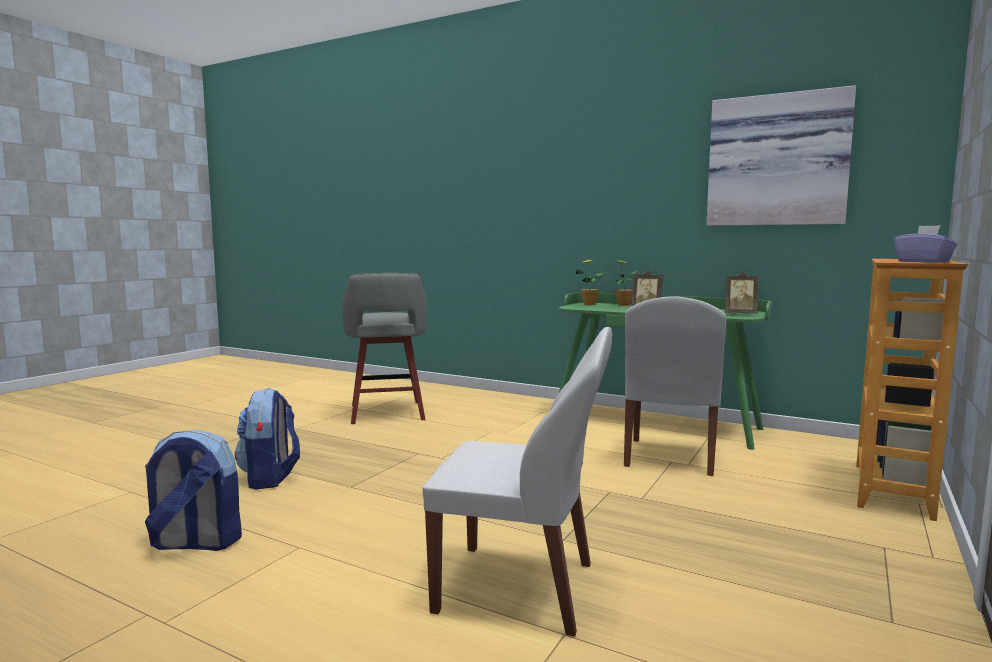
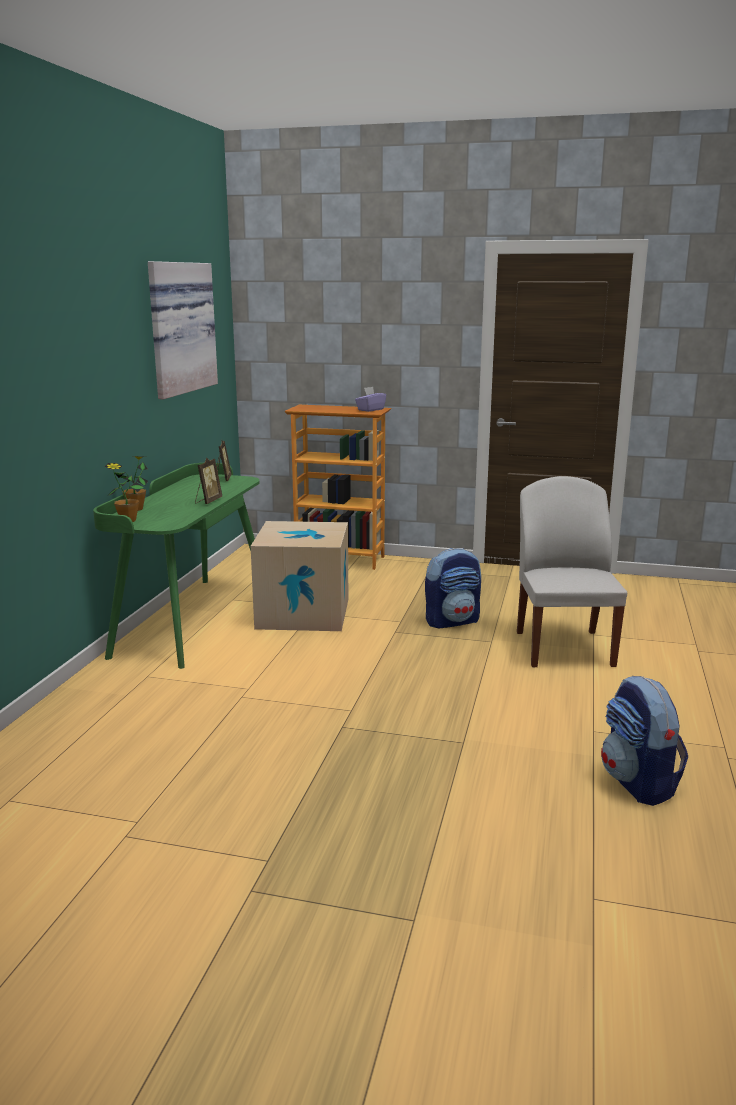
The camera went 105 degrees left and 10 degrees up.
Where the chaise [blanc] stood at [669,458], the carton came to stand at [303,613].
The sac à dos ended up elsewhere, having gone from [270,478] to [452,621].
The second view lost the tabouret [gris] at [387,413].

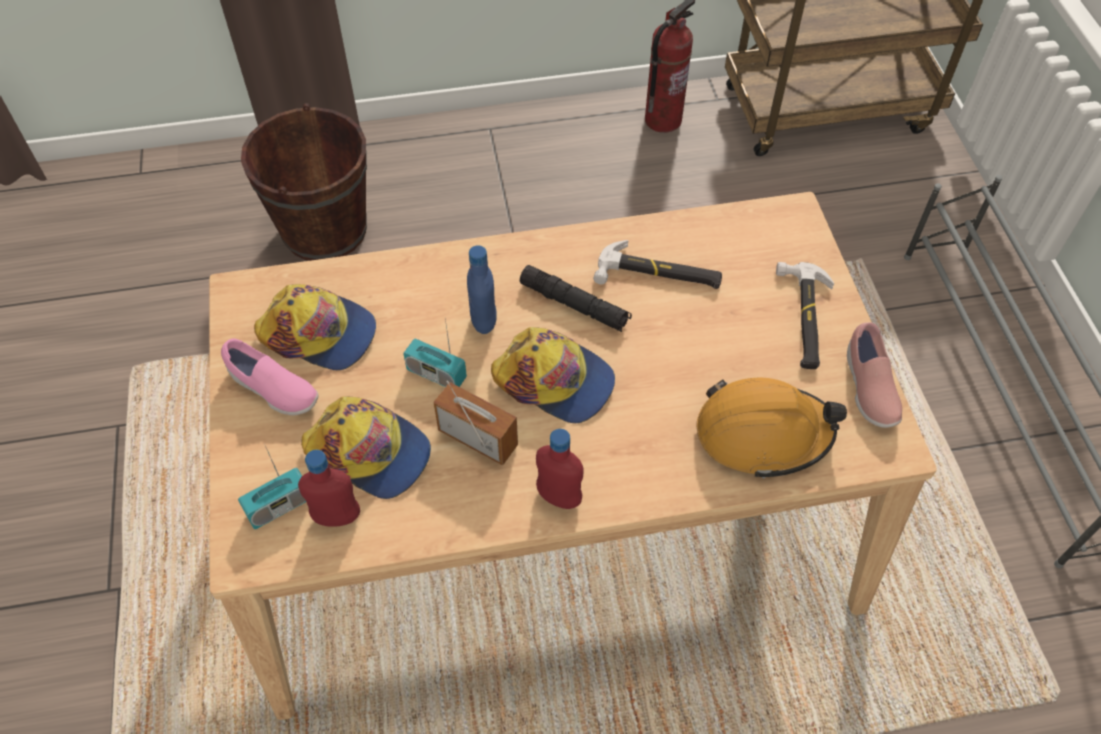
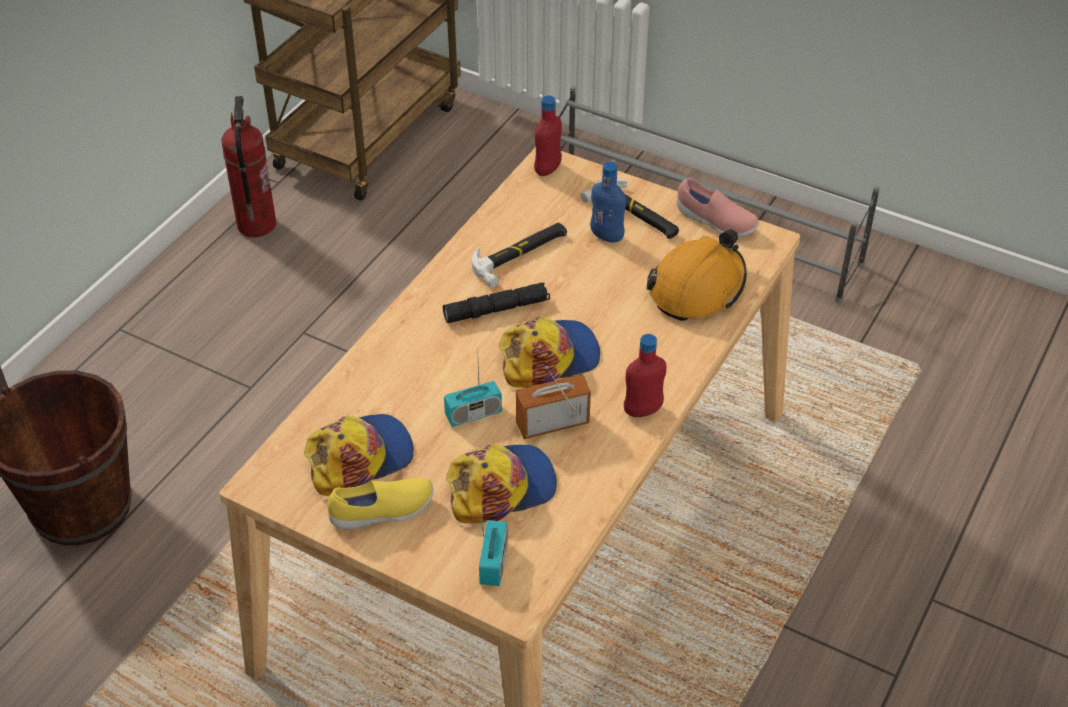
The camera went 50 degrees left and 10 degrees down.
What was the chaussure [rose] at [273,390] turned into the chaussure [jaune] at [383,512].
The bouteille [rouge] ended up elsewhere, having gone from [337,517] to [548,169].
The bouteille [bleu] ended up elsewhere, having gone from [484,321] to [607,236].

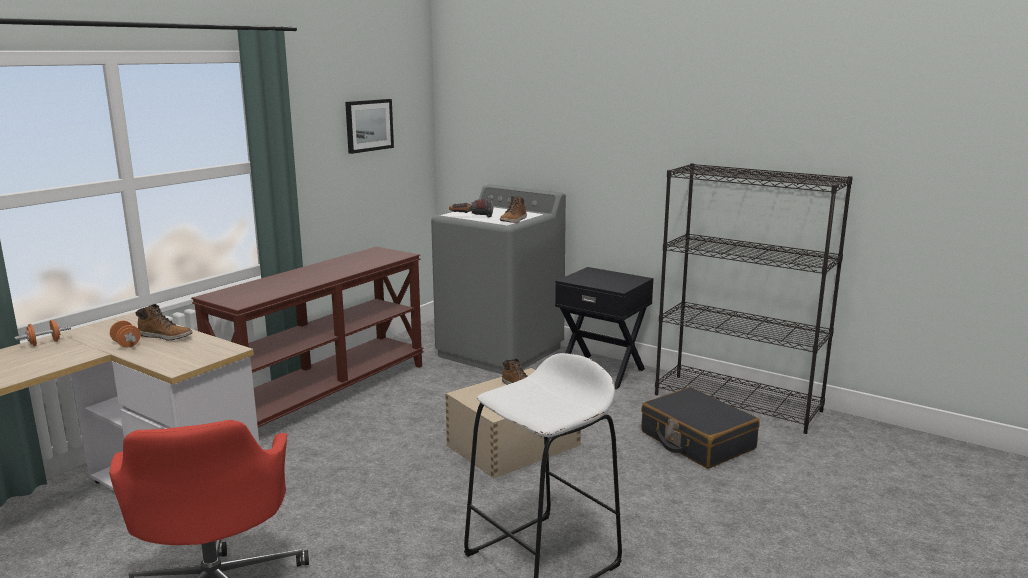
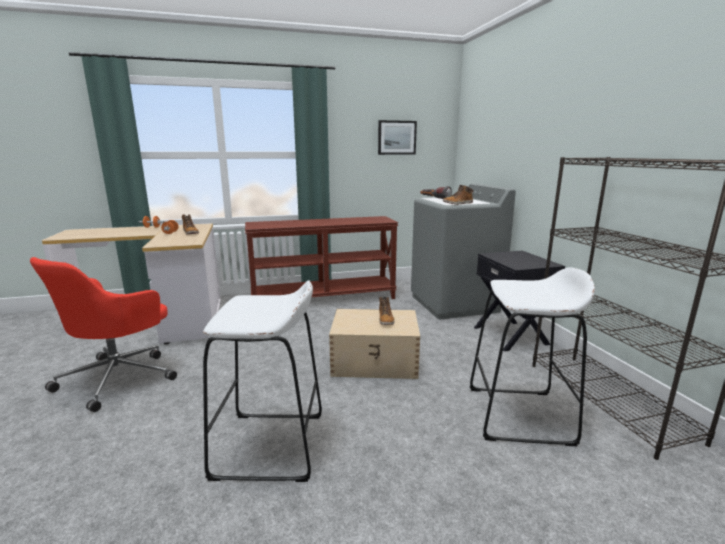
The camera went 40 degrees right and 0 degrees up.
Where the valise [noir] stood at [696,441], the tabouret [blanc] came to stand at [519,415].

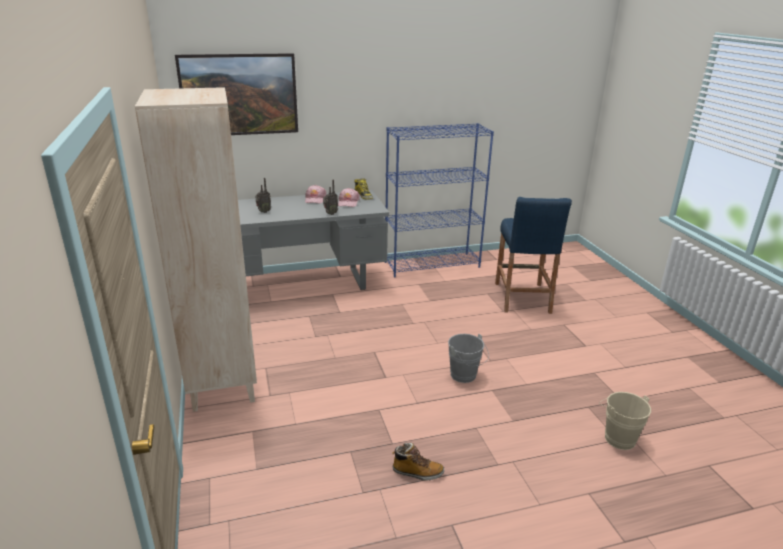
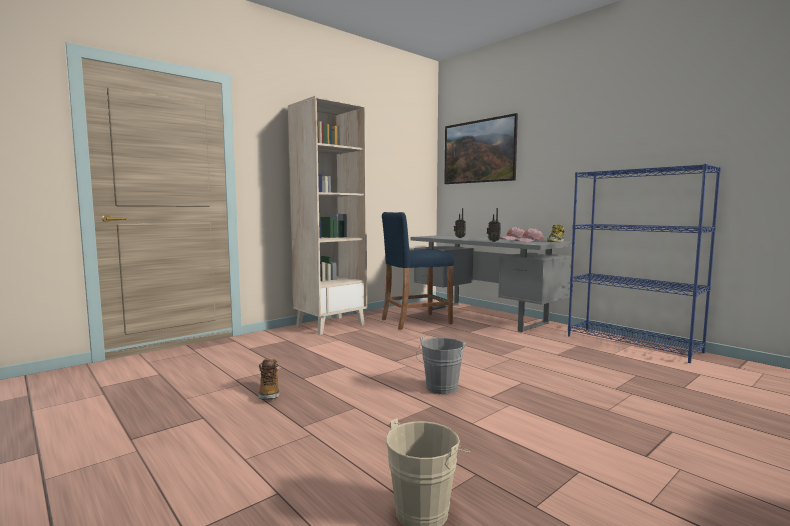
The camera went 65 degrees right and 20 degrees down.
The tabouret [bleu] ended up elsewhere, having gone from [522,298] to [416,321].

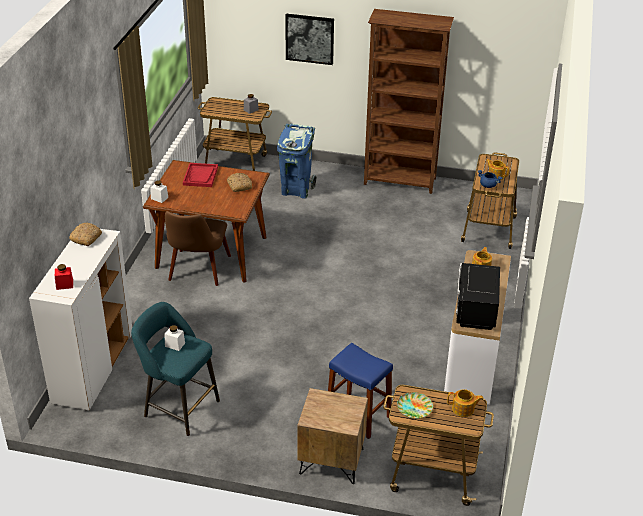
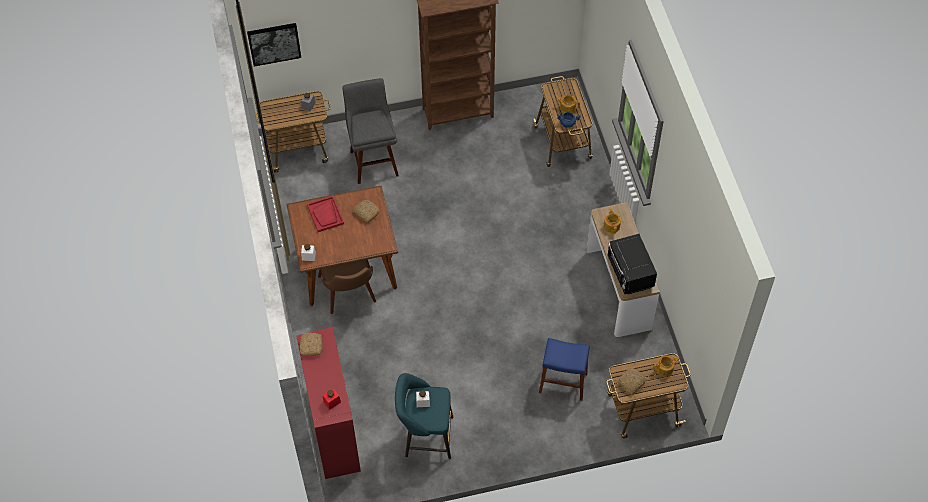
The camera went 25 degrees left and 20 degrees up.
The tableau ended up elsewhere, having gone from [309,38] to [274,43].
What was the meuble de rangement [blanc] at [93,368] turned into the meuble de rangement [rouge] at [333,430].
Where the poubelle [bleu] stood at [296,190], the tabouret [gris] came to stand at [373,161].
Where the assiette stood at [414,408], the pain came to stand at [631,383].
The second view lost the table de chevet [marron] at [331,462].

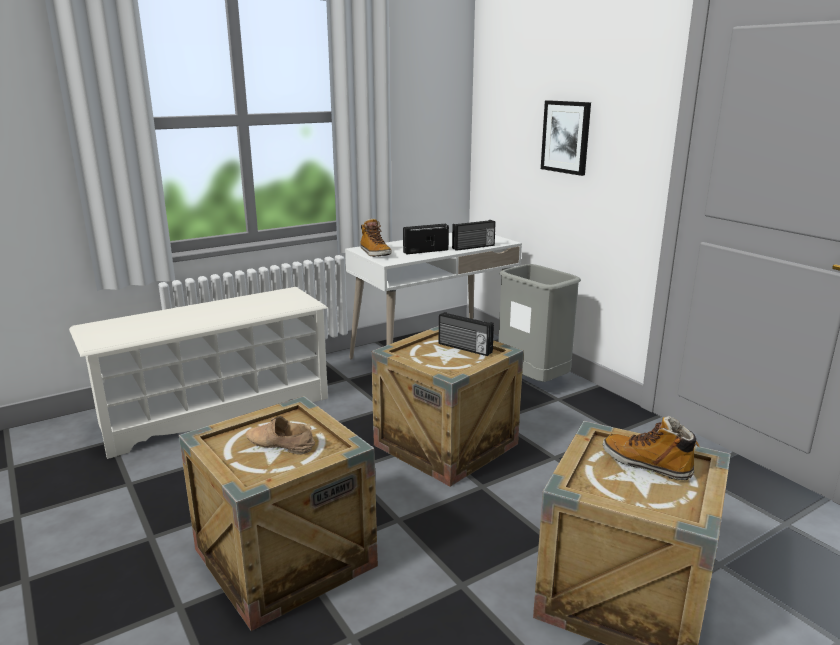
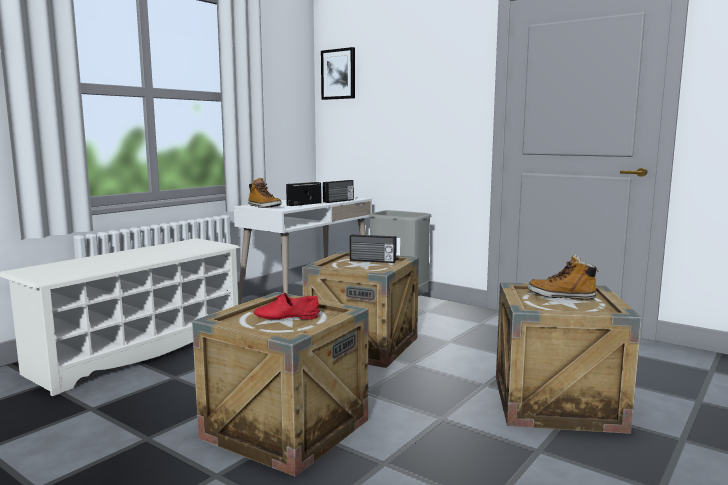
The camera went 20 degrees left and 10 degrees down.
What was the chaussure [beige] at [279,444] turned into the chaussure [rouge] at [286,317].
The tableau ended up elsewhere, having gone from [566,137] to [338,74].

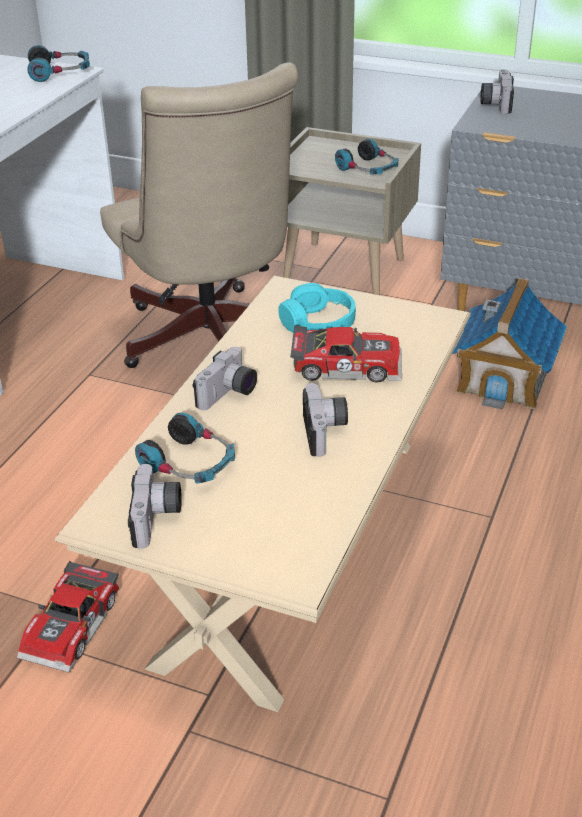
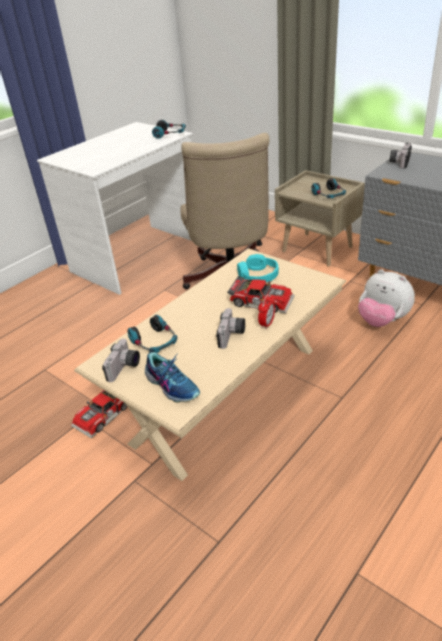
The camera went 20 degrees right and 0 degrees up.
The second view gained the chaussure at [172,385].
The second view gained the réveil at [267,324].
Where the maison miniature stood at [504,379], the peluche came to stand at [382,321].
The second view lost the appareil photo at [229,395].

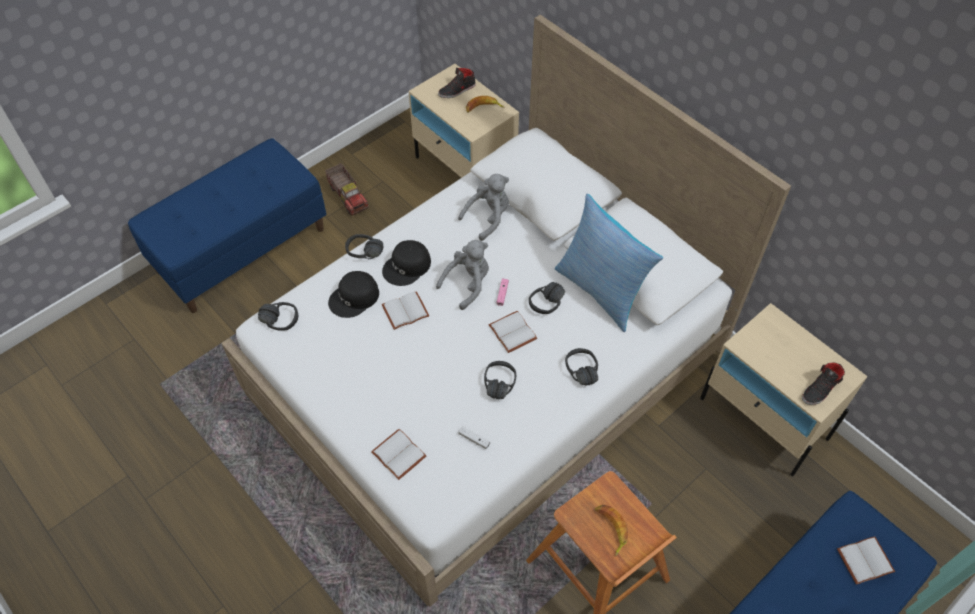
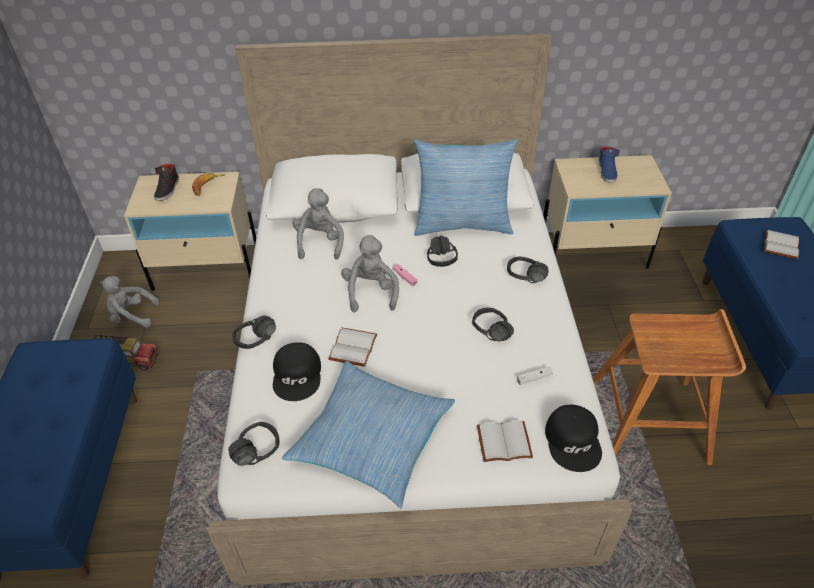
The camera went 50 degrees left and 10 degrees down.
The second view gained the peluche [gris] at [132,316].
The second view gained the coussin at [372,438].
The casquette [noir] ended up elsewhere, having gone from [407,267] to [574,441].
The second view gained the chaussure [bleu] at [607,171].
The second view lost the livre [blanc] at [511,332].
The second view lost the banane at [610,529].
The second view lost the chaussure [noir] at [820,389].

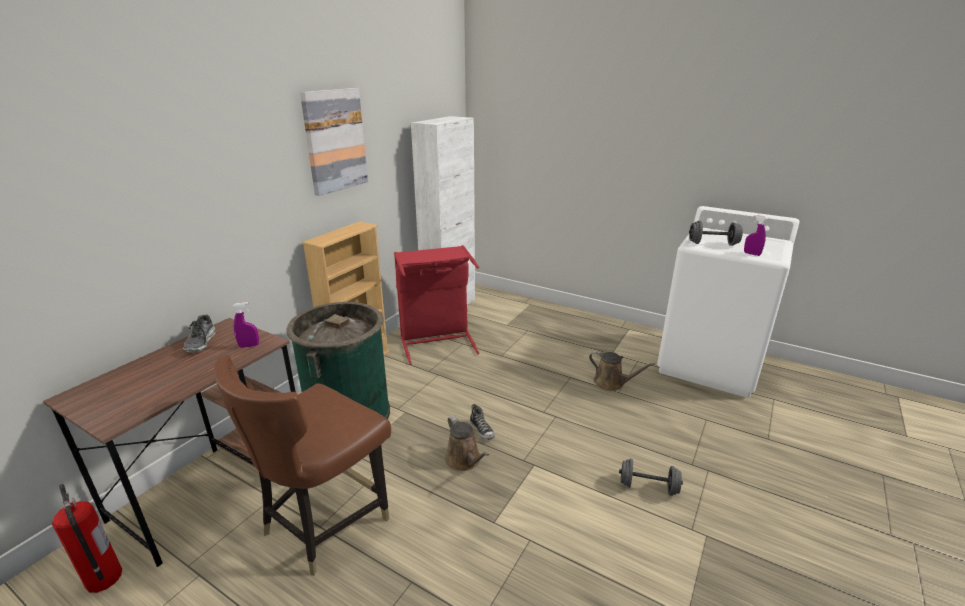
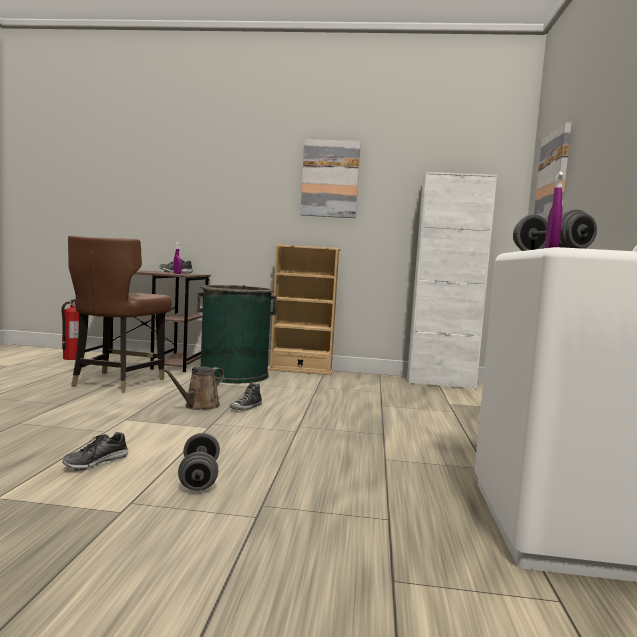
The camera went 65 degrees right and 20 degrees down.
The second view gained the chaussure at [96,463].
The chaise [marron] at [324,522] ended up facing another way, 90 degrees counterclockwise from before.
The second view gained the tableau at [553,178].
The second view lost the panier à linge [rouge] at [437,341].
The second view lost the arrosoir [marron] at [611,383].

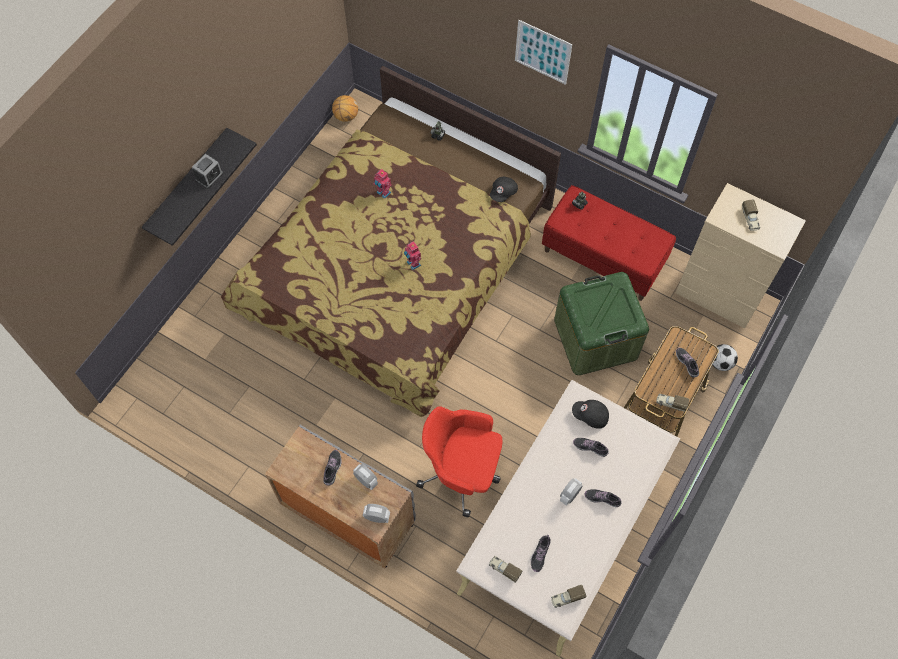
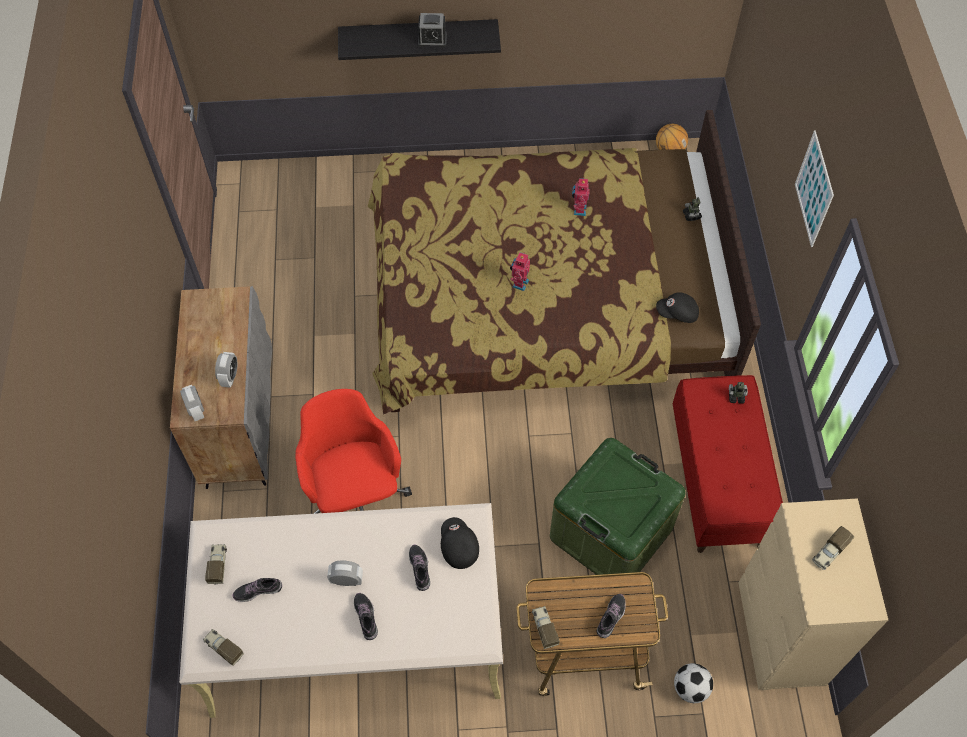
The camera went 55 degrees right and 5 degrees down.
The second view lost the chaussure at [332,468].

